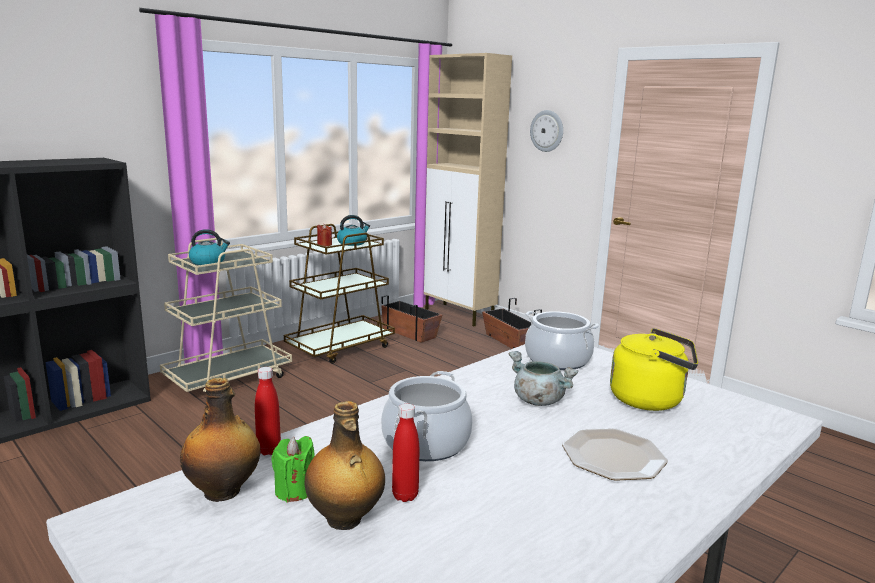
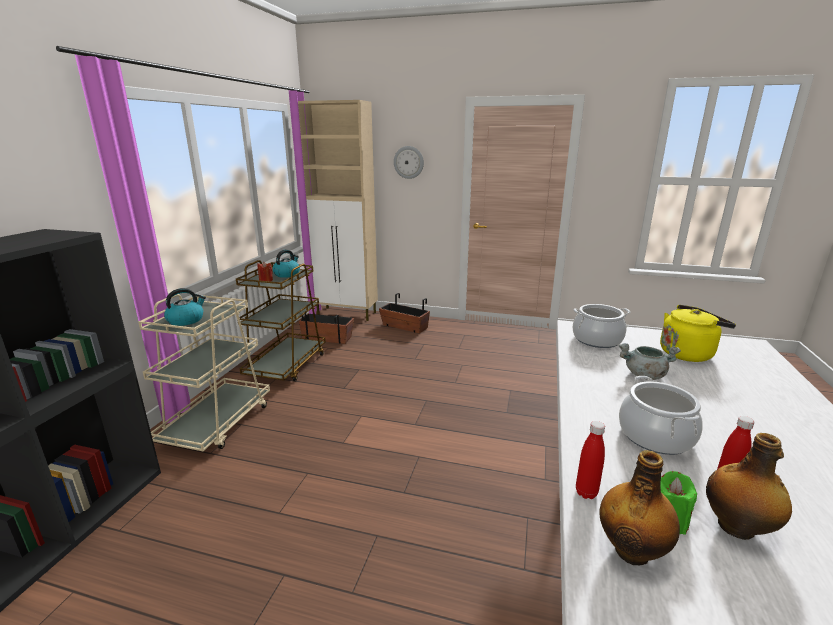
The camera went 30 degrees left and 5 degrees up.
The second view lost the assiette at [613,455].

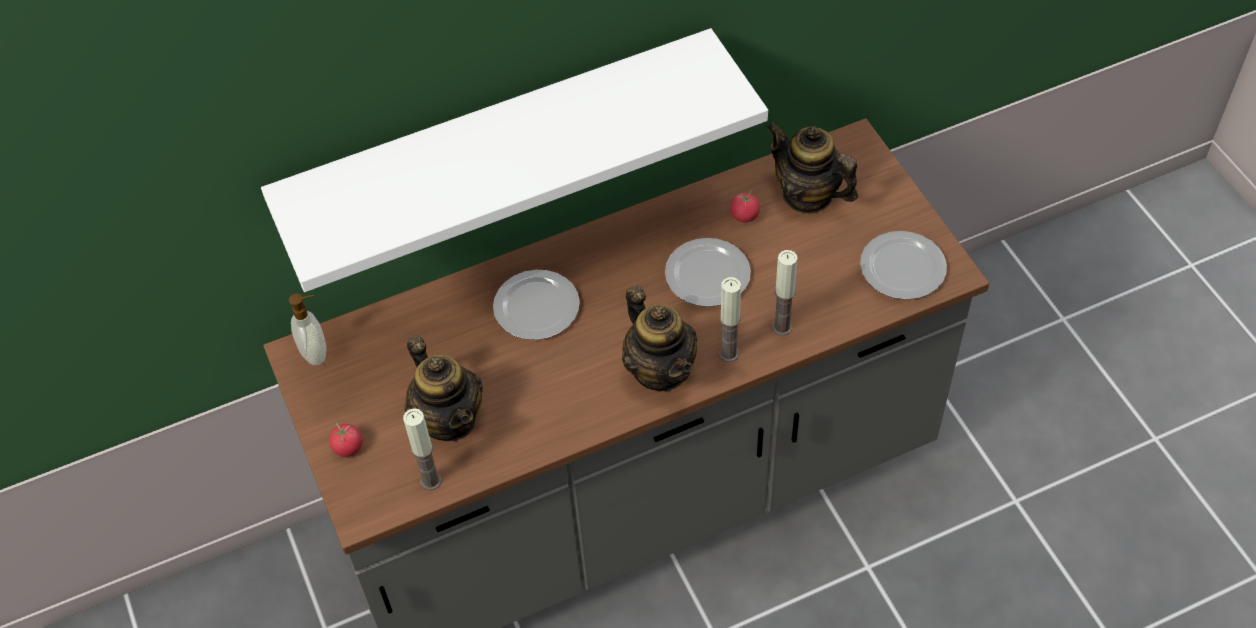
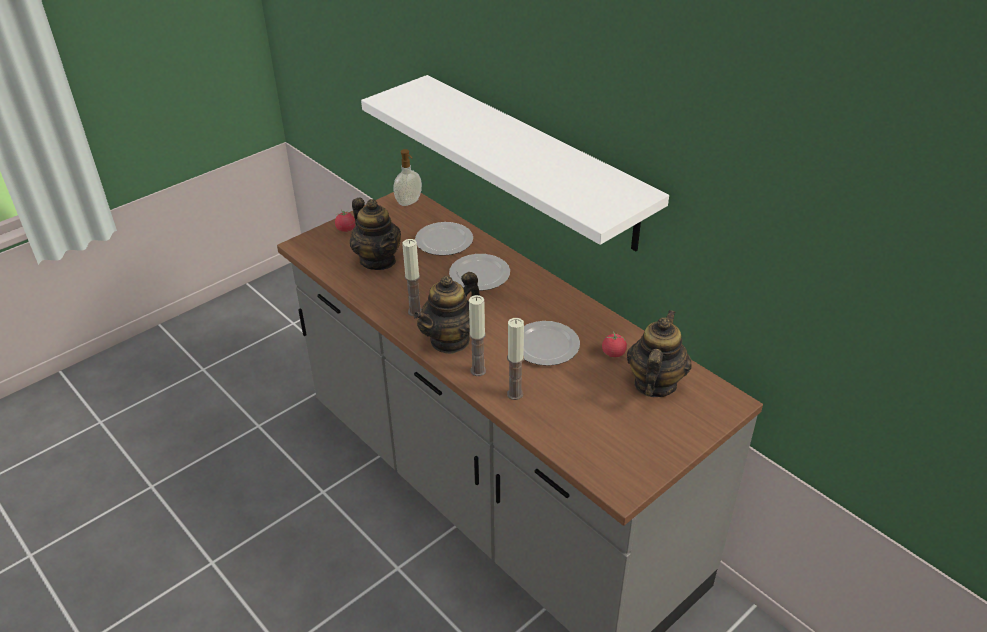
The camera went 70 degrees right and 15 degrees down.
The théière at [449,419] ended up facing another way, 75 degrees counterclockwise from before.
The bougie ended up elsewhere, having gone from [431,481] to [415,311].
The assiette ended up elsewhere, having gone from [903,267] to [445,241].

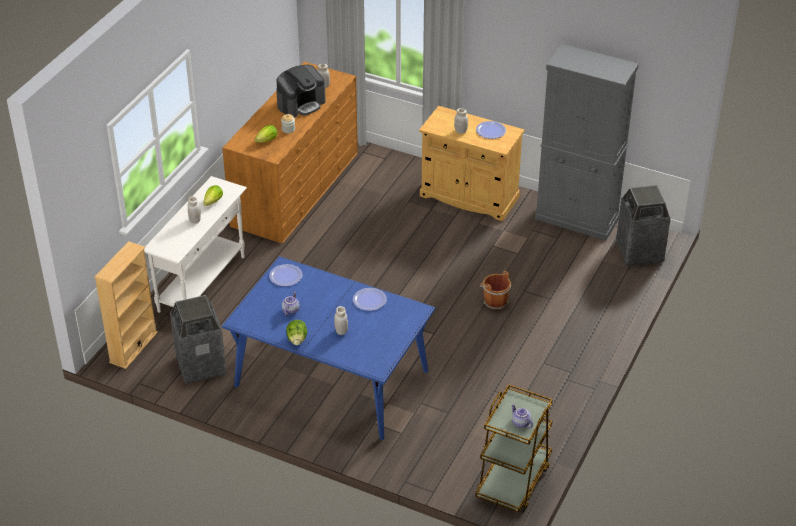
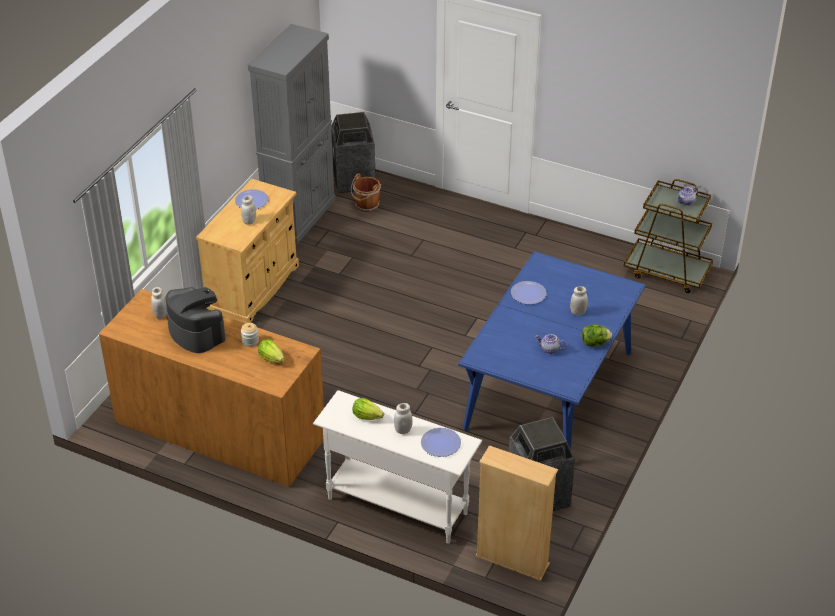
The camera went 90 degrees left and 0 degrees up.
The seau [marron] ended up elsewhere, having gone from [494,301] to [366,205].
The assiette ended up elsewhere, having gone from [285,276] to [440,443].

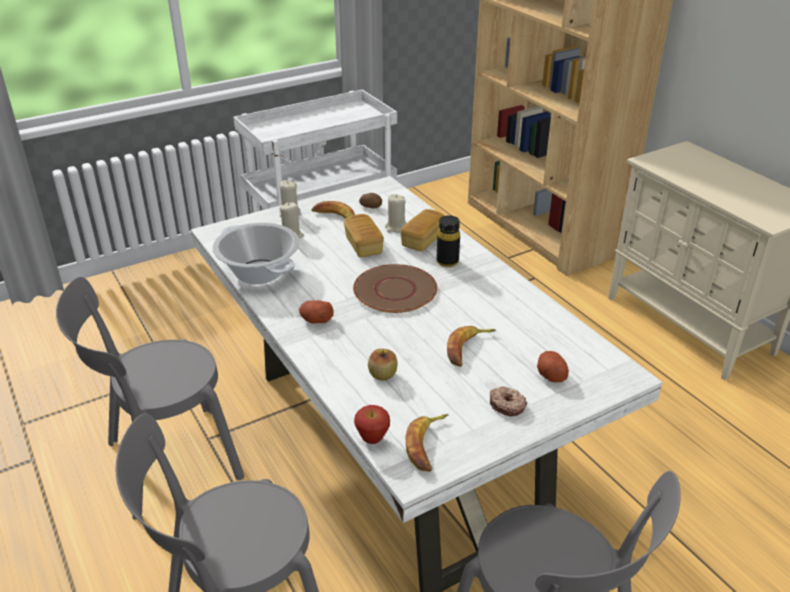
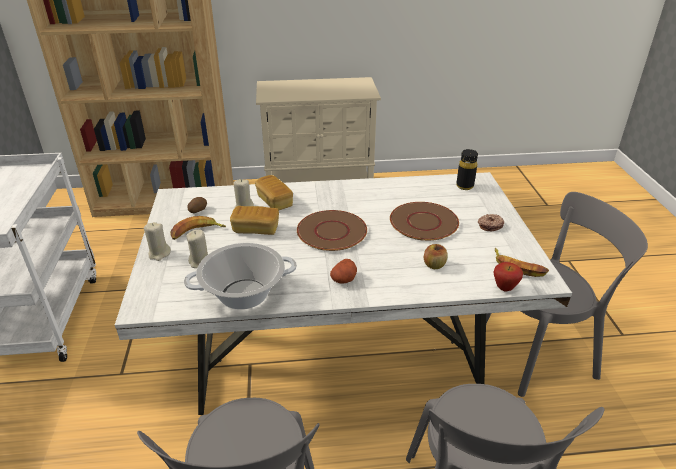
The camera went 65 degrees left and 0 degrees up.
Where the banane stood at [468,349], the assiette [marron] came to stand at [424,222].
The bouteille [noir] ended up elsewhere, having gone from [447,262] to [464,186].
The second view lost the pomme de terre at [550,374].

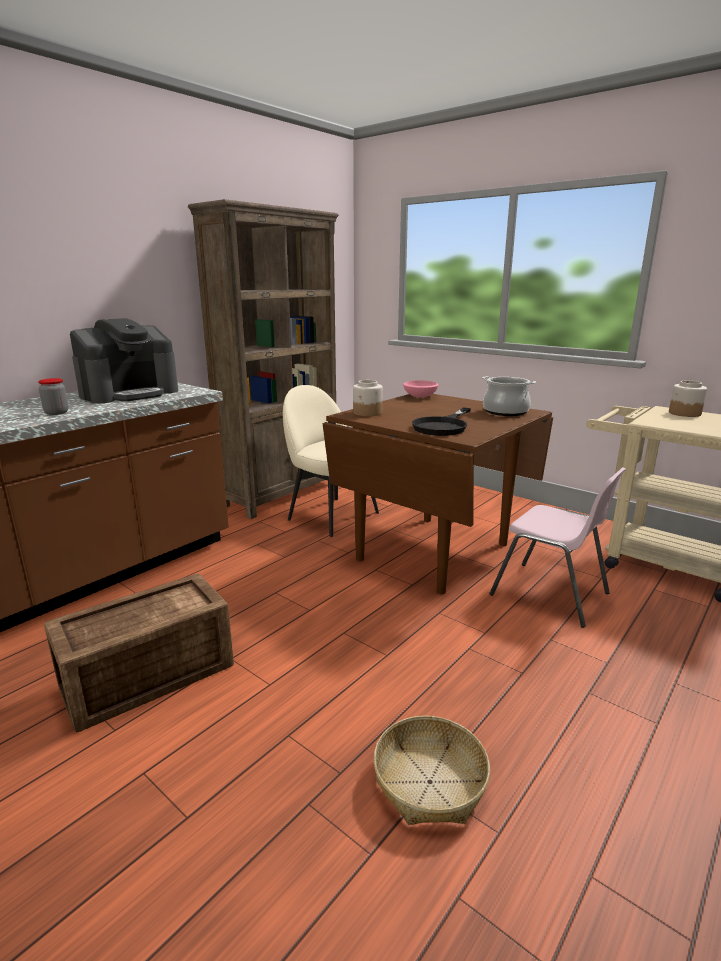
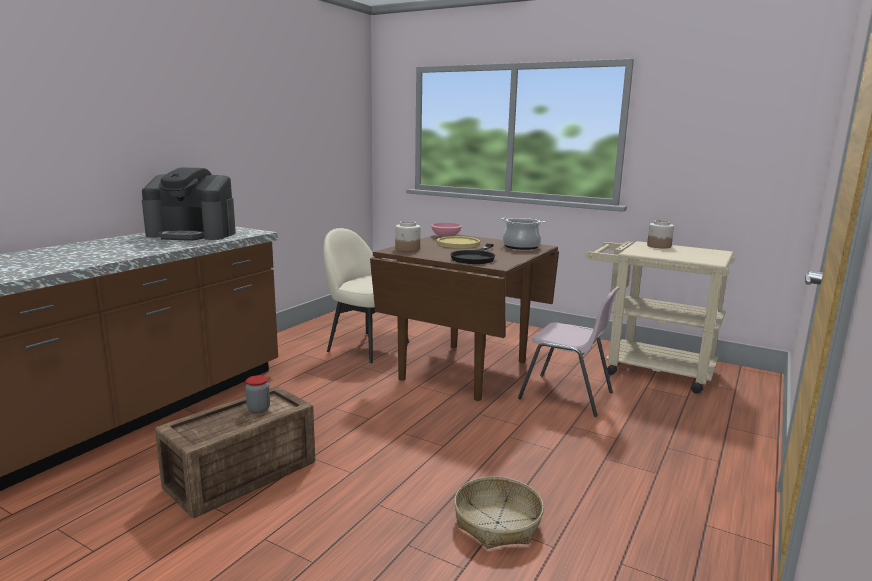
The camera went 10 degrees left and 5 degrees down.
The machine à café at [130,393] ended up facing another way, 60 degrees clockwise from before.
The bocal ended up elsewhere, having gone from [56,413] to [258,409].
The second view gained the assiette [jaune] at [458,243].
The second view lost the bibliothèque [marron] at [283,494].

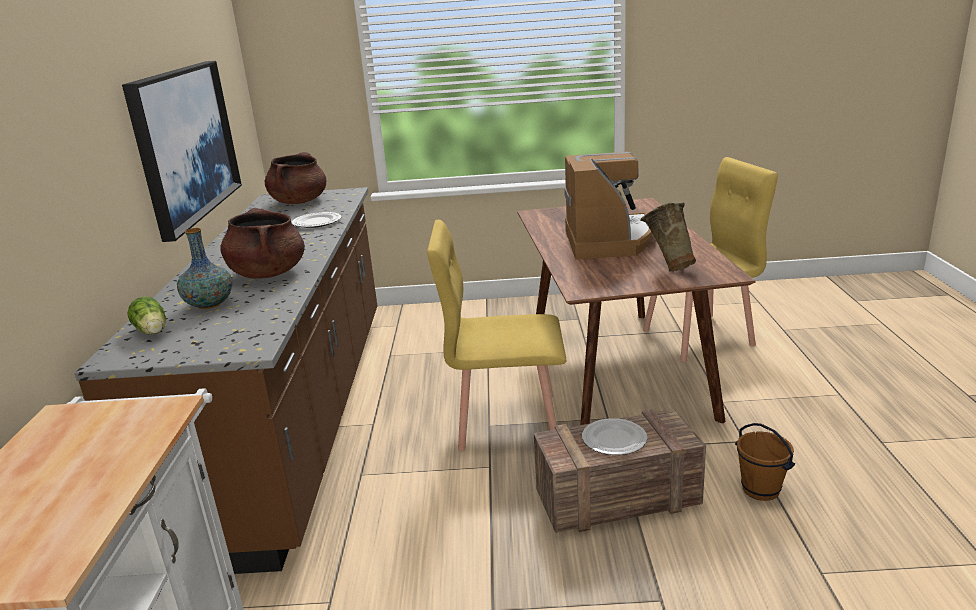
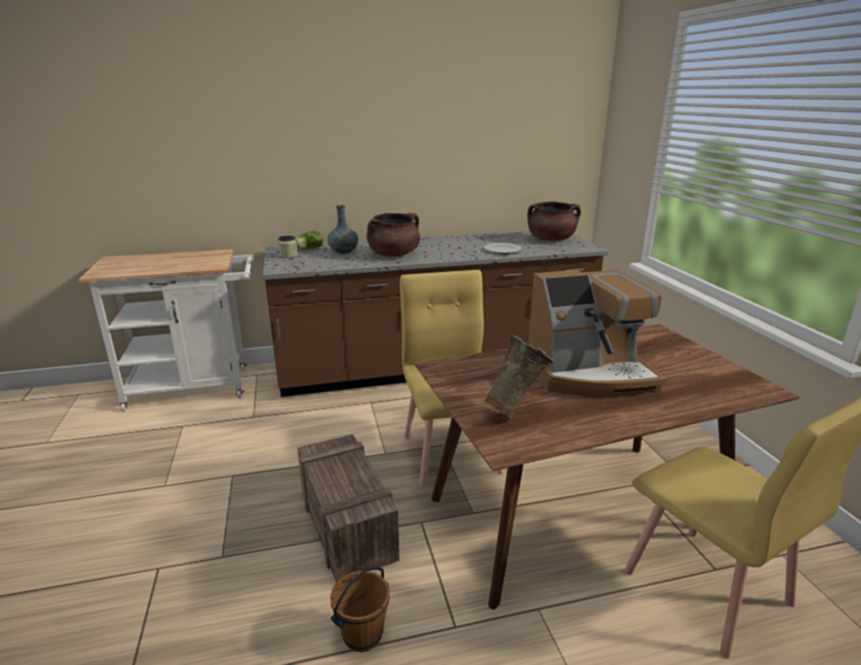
The camera went 75 degrees right and 0 degrees up.
The second view gained the bocal at [288,255].
The second view lost the tableau at [185,143].
The second view lost the assiette at [615,439].

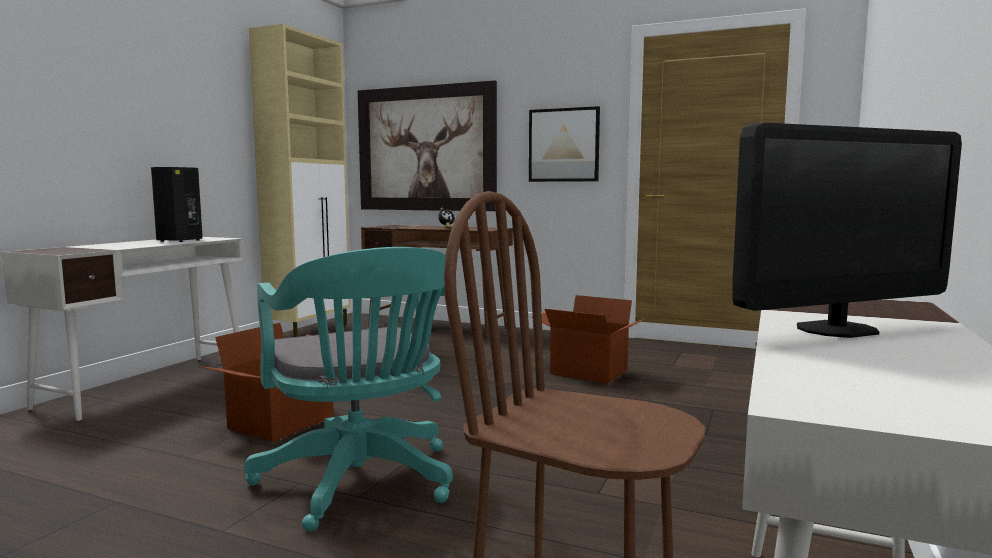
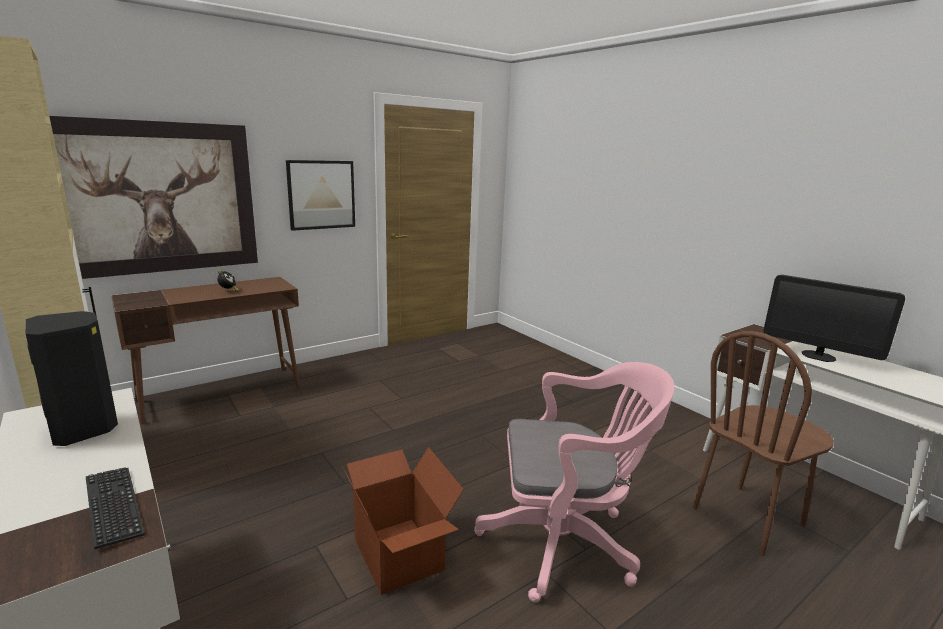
The camera went 60 degrees left and 10 degrees up.
The second view gained the clavier at [113,507].
What was the chaise de bureau [turquoise] at [361,483] turned into the chaise de bureau [rose] at [565,542].
The écran d'ordinateur at [836,329] ended up facing another way, 120 degrees clockwise from before.
The second view lost the carton at [588,372].

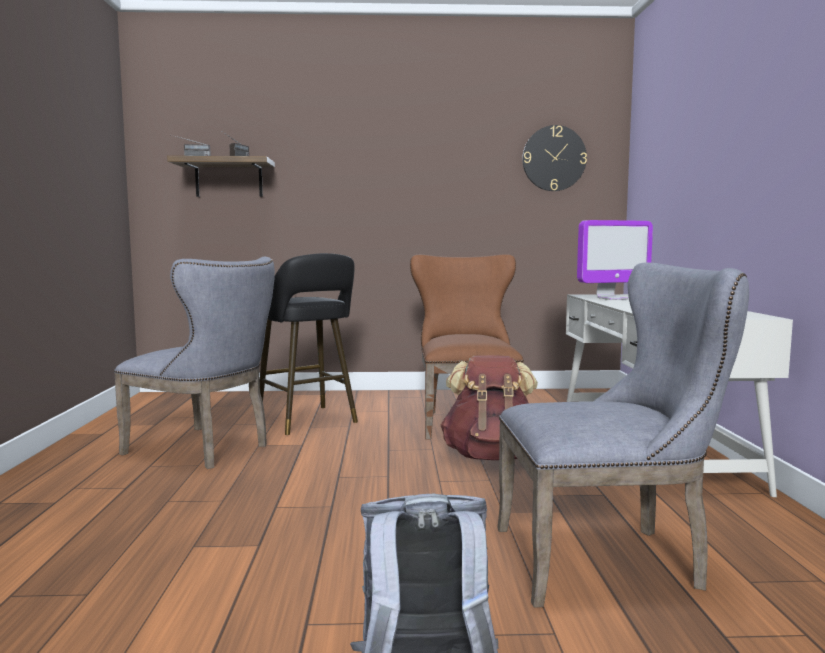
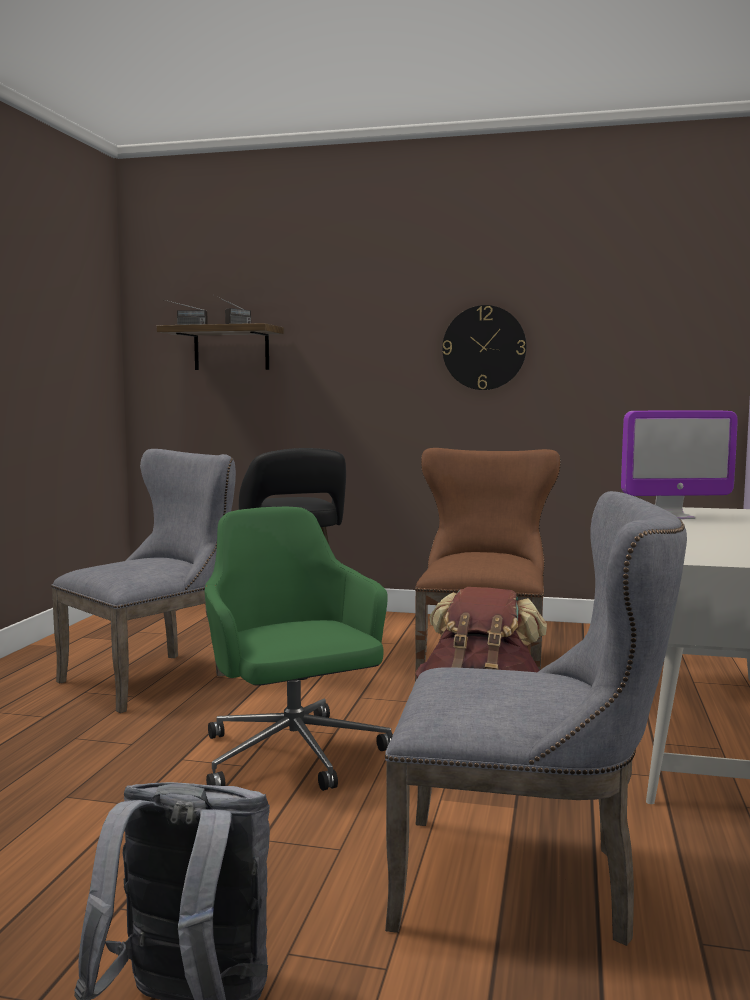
The camera went 15 degrees right and 0 degrees up.
The chaise [gris] at [206,449] ended up facing another way, 90 degrees counterclockwise from before.
The second view gained the chaise de bureau [vert] at [293,756].
The horloge murale ended up elsewhere, having gone from [554,158] to [484,348].

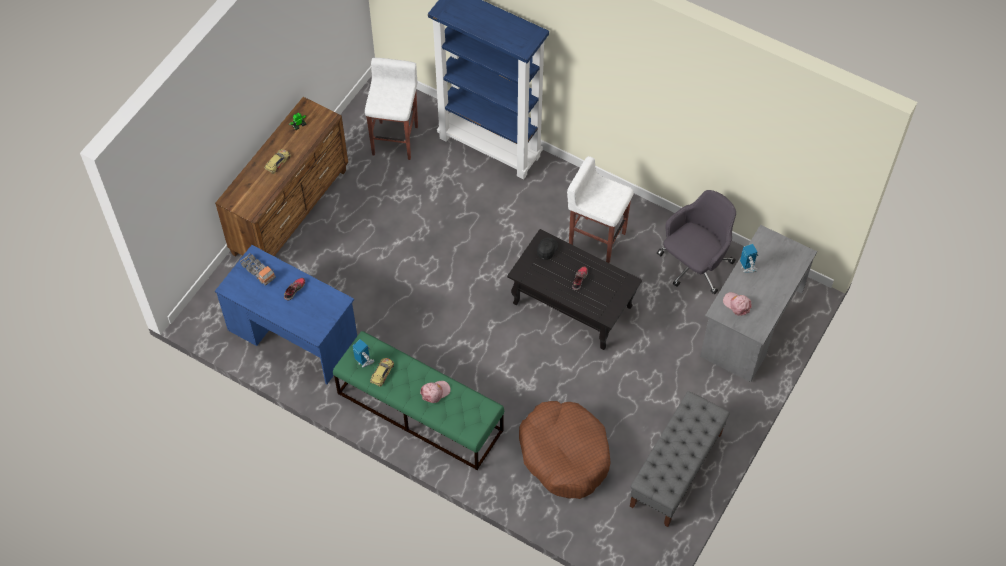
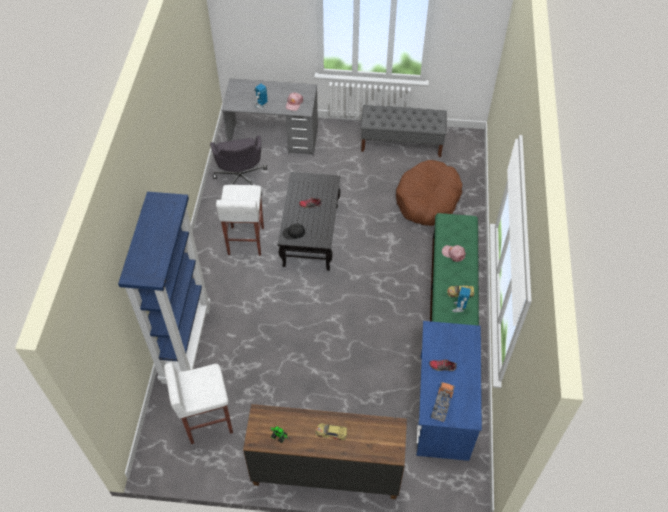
The camera went 115 degrees left and 5 degrees down.
The chaise de bureau [gris] at [694,265] ended up facing another way, 120 degrees counterclockwise from before.

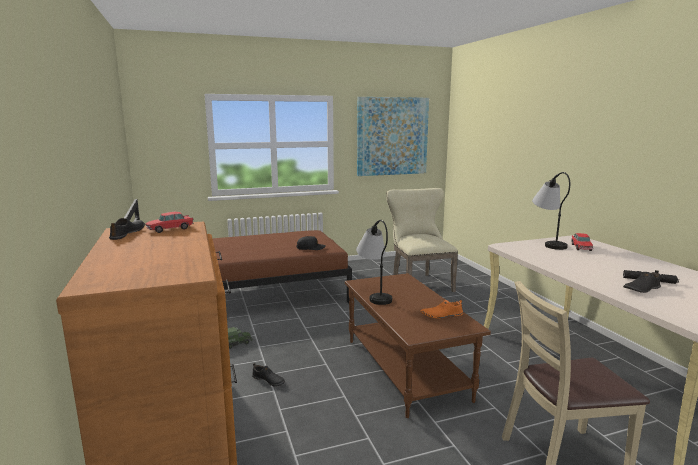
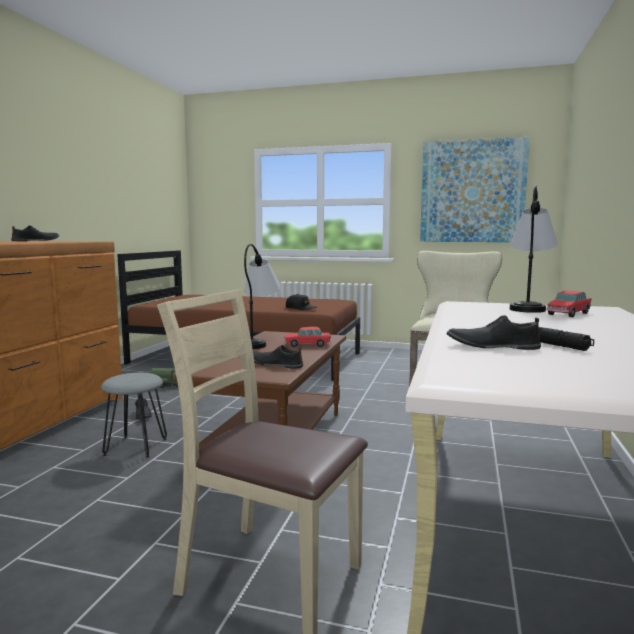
The camera went 35 degrees right and 5 degrees down.
The second view gained the tabouret [gris] at [135,447].
What was the chaussure [orange] at [441,315] turned into the chaussure [noir] at [275,364].
The petite voiture ended up elsewhere, having gone from [170,229] to [307,345].

